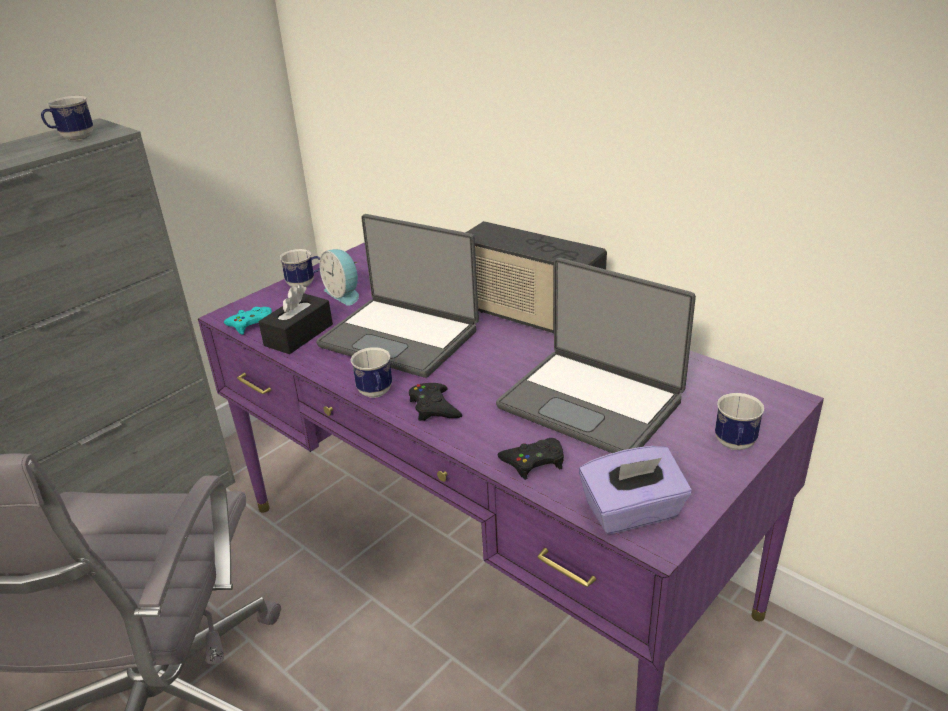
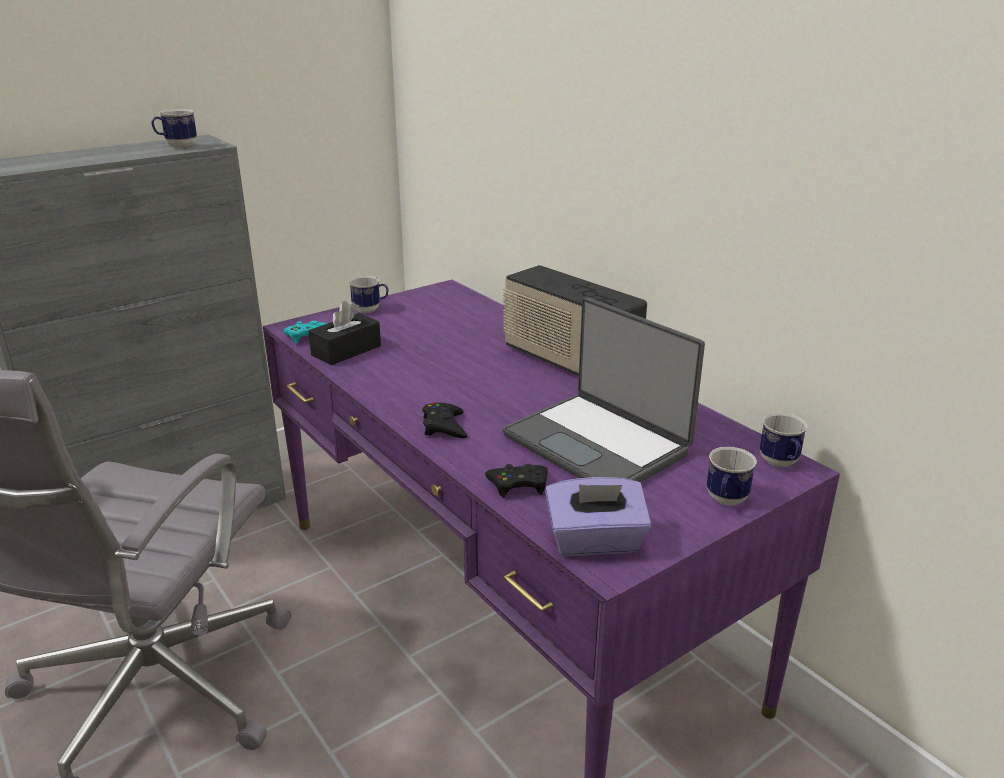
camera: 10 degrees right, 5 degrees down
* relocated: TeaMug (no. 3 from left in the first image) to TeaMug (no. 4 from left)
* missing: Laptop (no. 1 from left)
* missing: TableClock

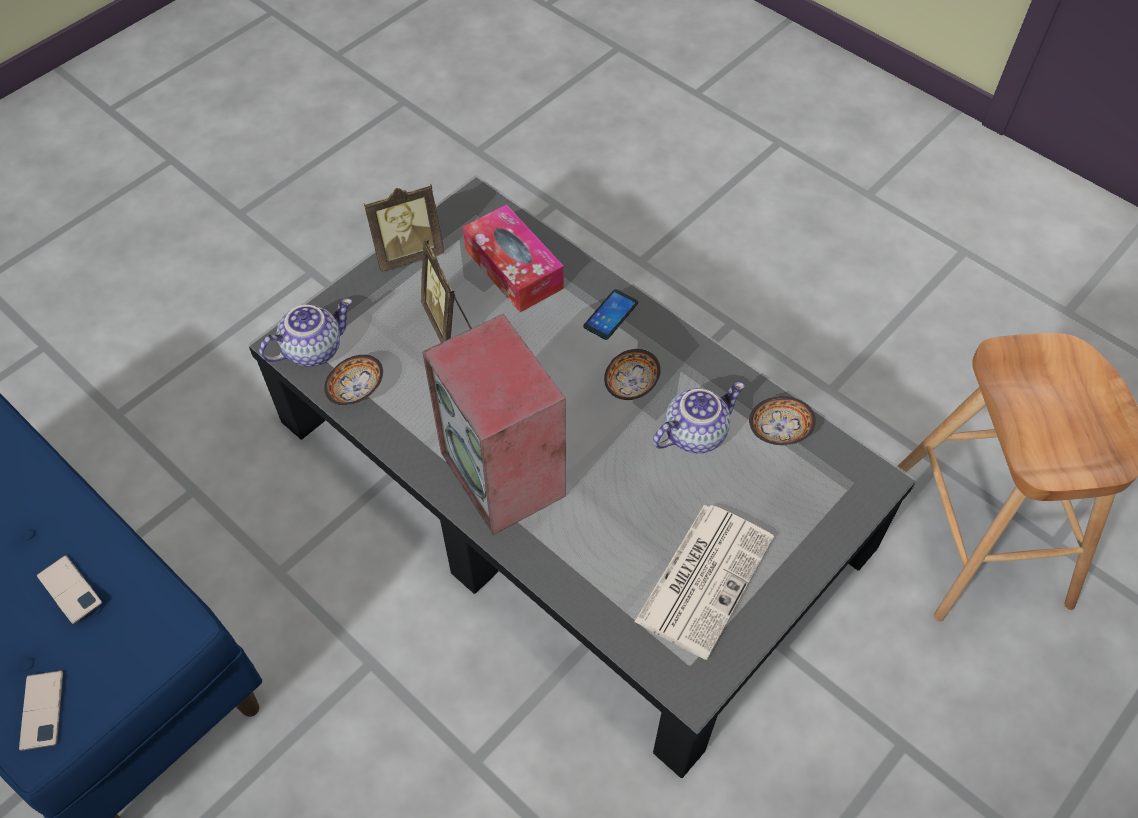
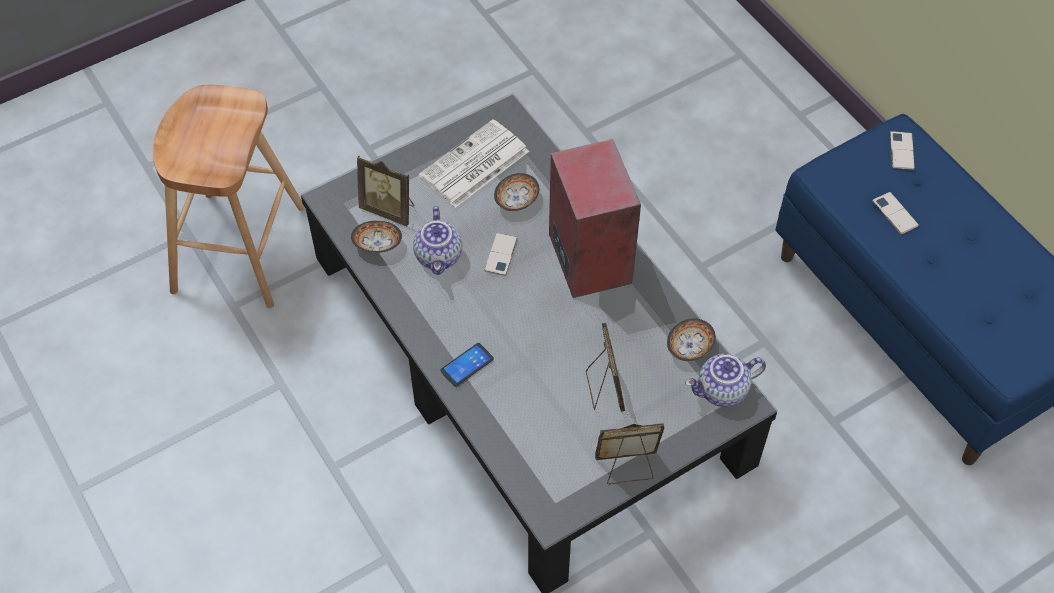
camera: 165 degrees left, 0 degrees up
* appeared: StandingFrame (no. 1 from left)
* spun: PotForTea (no. 2 from left in the first image) 75 degrees counterclockwise
* appeared: Phone (no. 2 from left)
* relocated: DeepDish (no. 2 from left)
* missing: TissueHolder

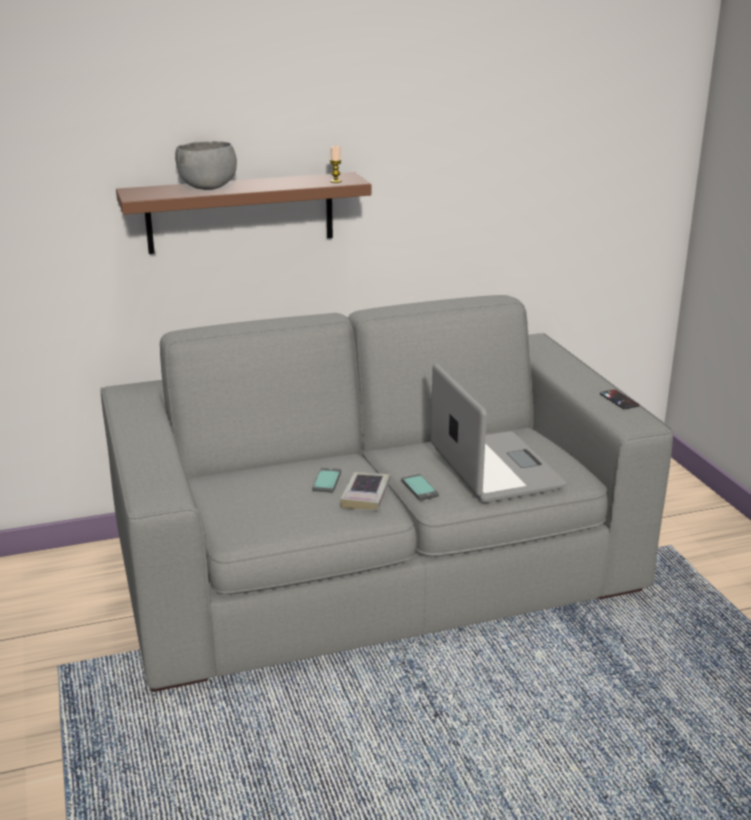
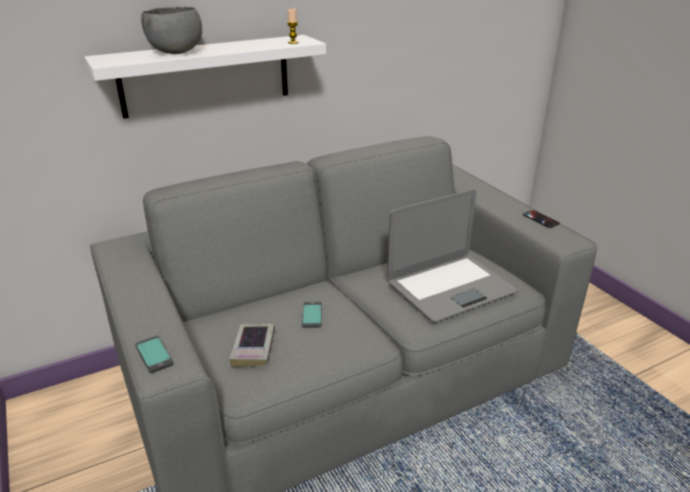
camera: 10 degrees left, 5 degrees up
* colour: BrownBracketShelf to WhiteColouredBracketShelf
* relocated: Phone (no. 2 from left in the first image) to Phone (no. 1 from left)
* relocated: BoundBook
* spun: Laptop 90 degrees clockwise

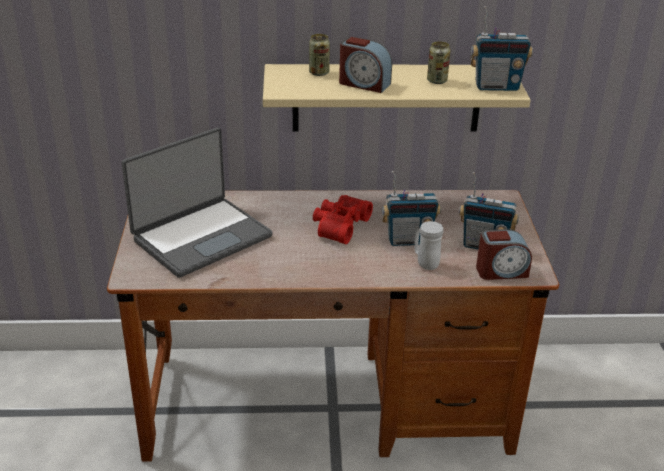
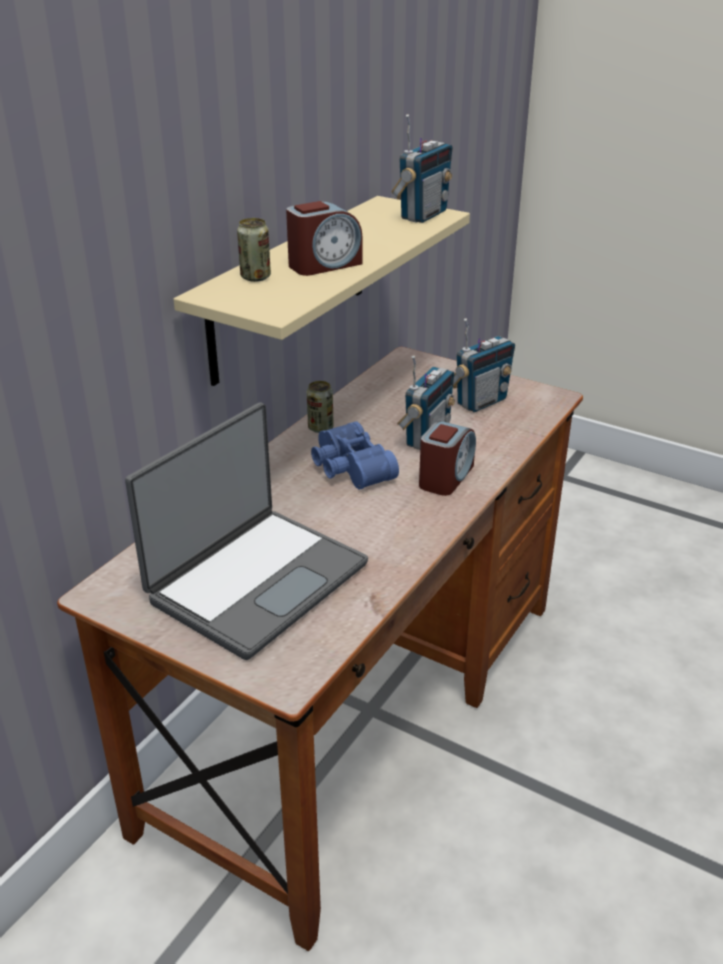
camera: 55 degrees left, 0 degrees up
* spun: Laptop 45 degrees clockwise
* relocated: SealedCan (no. 2 from left)
* colour: RedBinoculars to BlueBinoculars
* relocated: TableClock (no. 2 from left)
* missing: WhiteColouredTeaMug

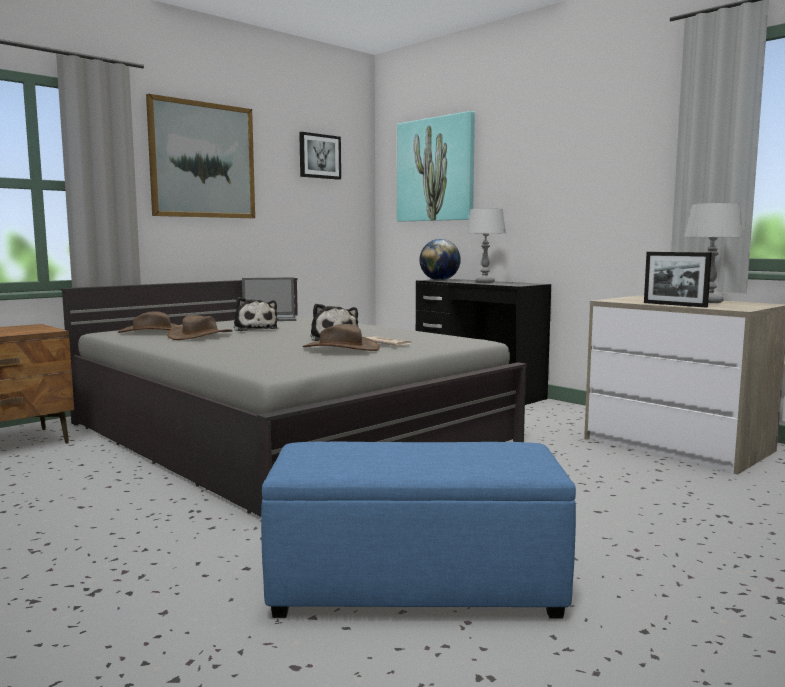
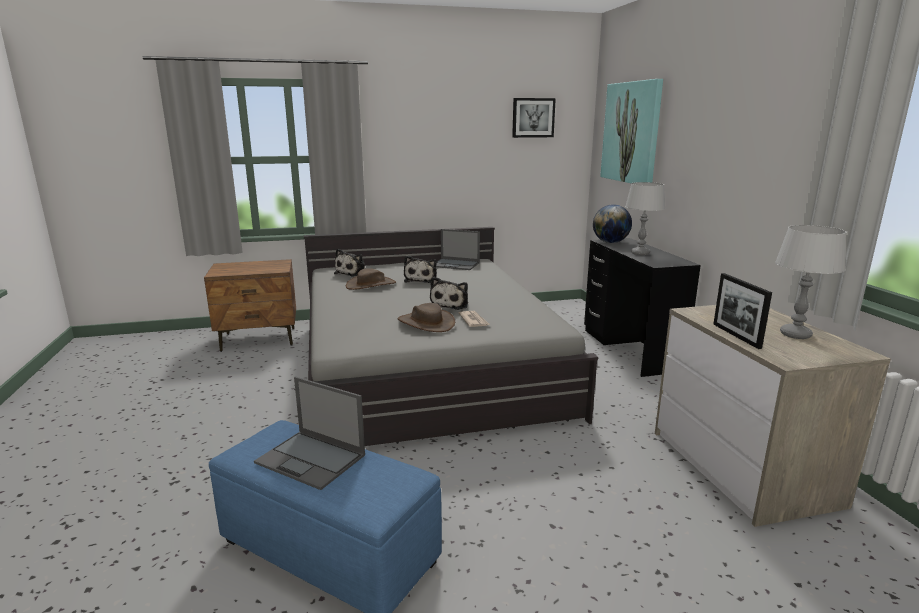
camera: 30 degrees right, 10 degrees up
* appeared: Laptop (no. 1 from left)
* exchanged: BrownHat (no. 1 from left) to CuddlyToy (no. 1 from left)
* missing: WallArt (no. 1 from left)

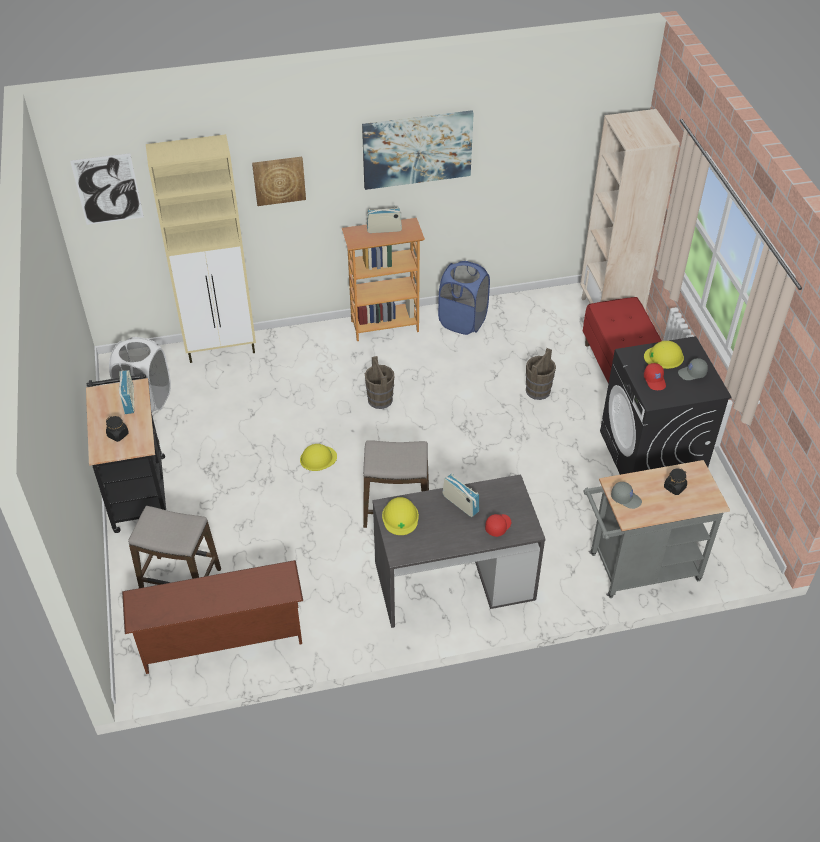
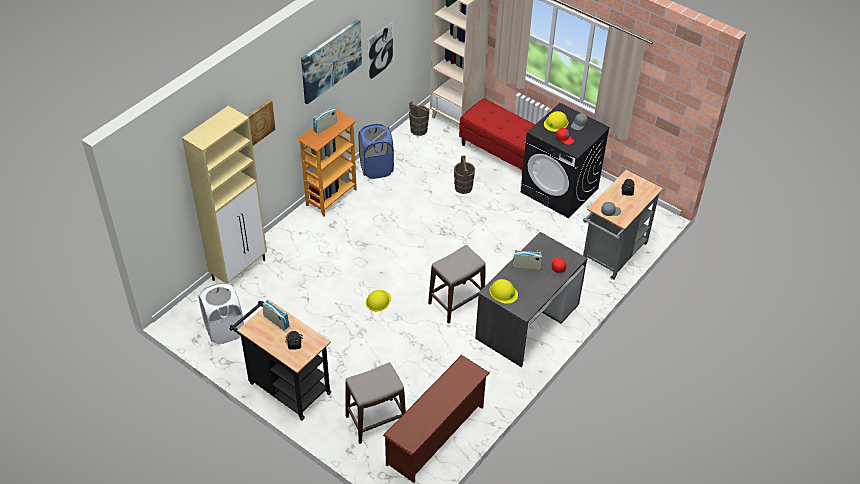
camera: 40 degrees left, 0 degrees up
* relocated: WallArt (no. 1 from left in the first image) to WallArt (no. 3 from left)
* relocated: BrownPail (no. 1 from left)

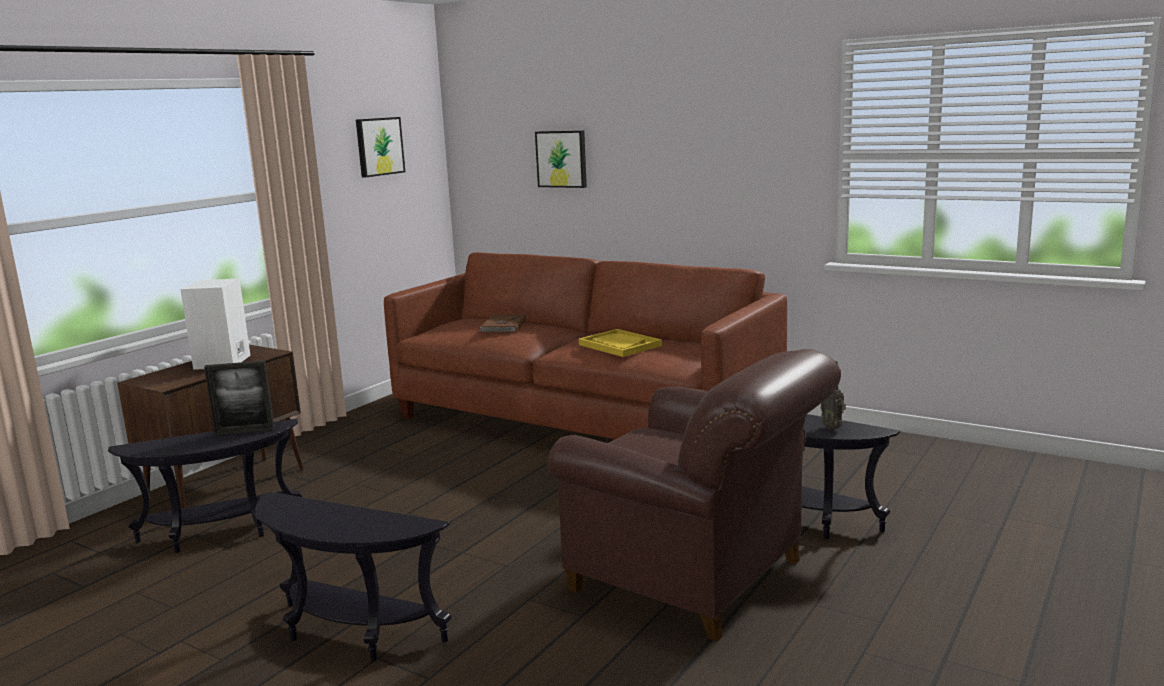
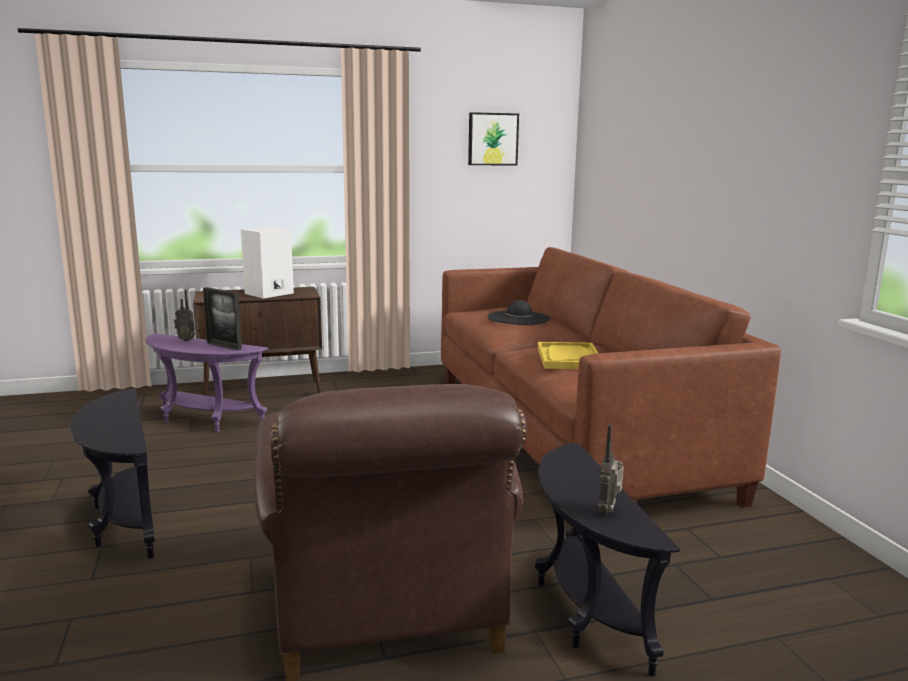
camera: 40 degrees right, 0 degrees up
* colour: BlackColouredAccentTable (no. 1 from left) to PurplishAccentTable
* appeared: RadioSet (no. 1 from left)
* exchanged: BrownBoundBook to BlackColouredHat
* missing: WallArt (no. 2 from left)

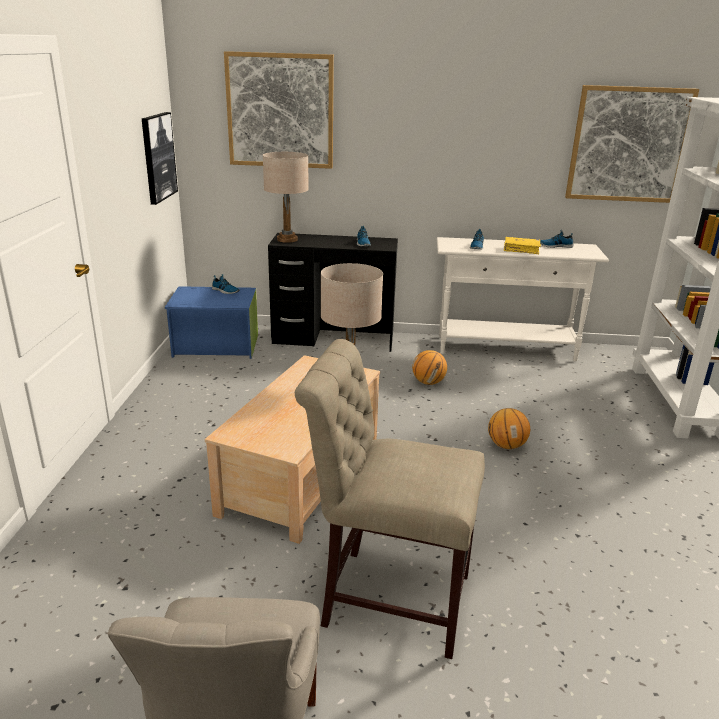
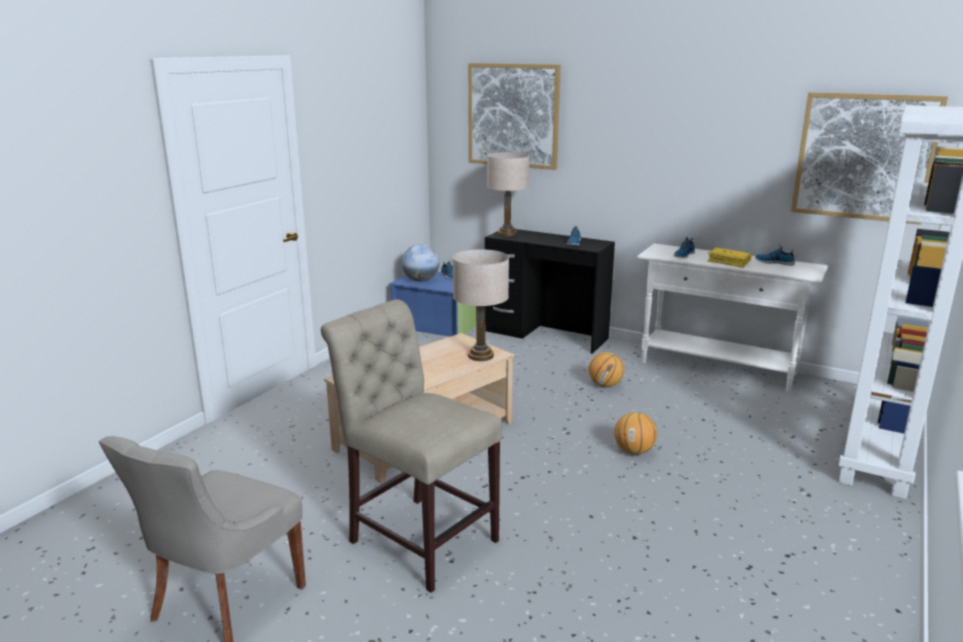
camera: 25 degrees right, 5 degrees down
* appeared: DeskGlobe
* missing: WallArt (no. 1 from left)

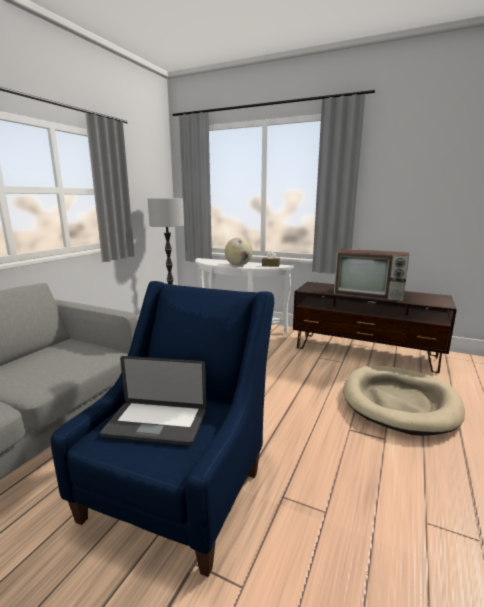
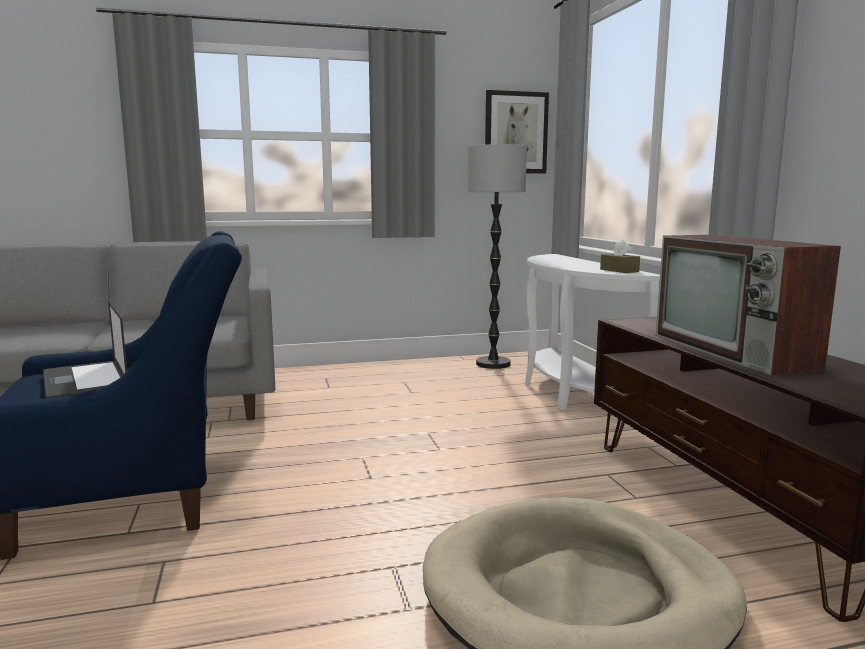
camera: 50 degrees right, 5 degrees down
* appeared: WallArt
* missing: DeskGlobe

